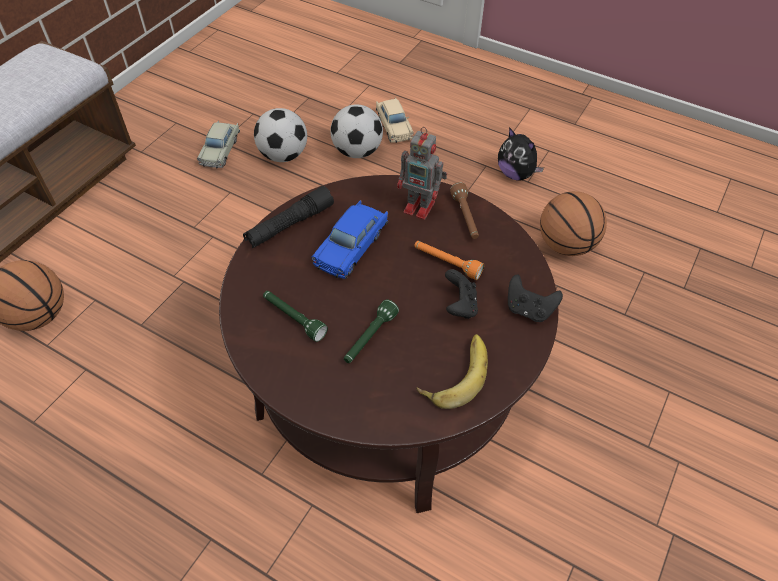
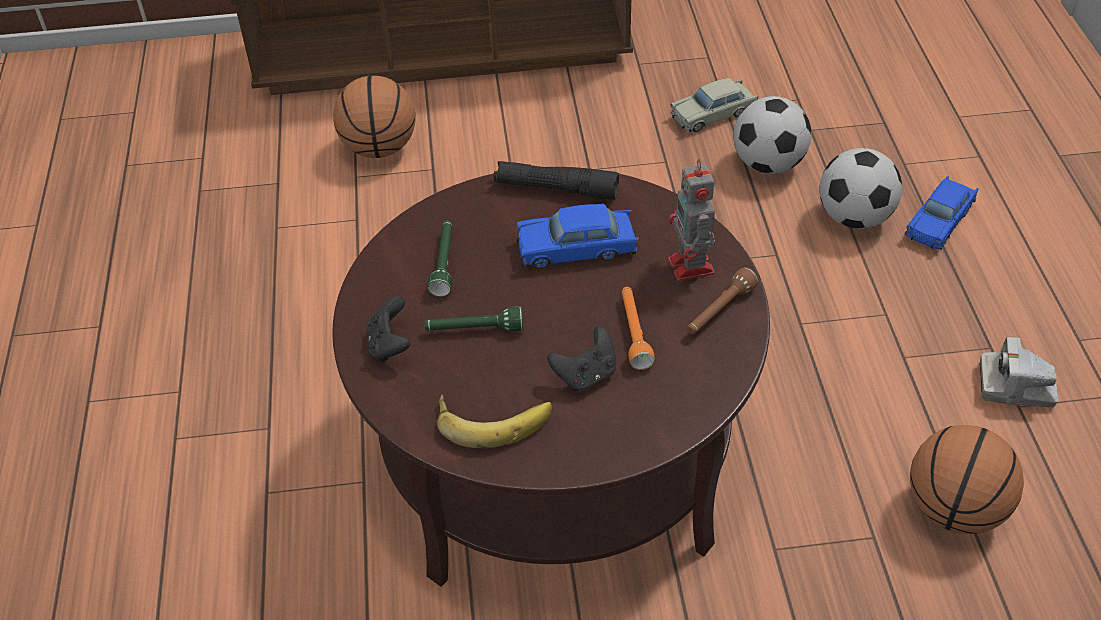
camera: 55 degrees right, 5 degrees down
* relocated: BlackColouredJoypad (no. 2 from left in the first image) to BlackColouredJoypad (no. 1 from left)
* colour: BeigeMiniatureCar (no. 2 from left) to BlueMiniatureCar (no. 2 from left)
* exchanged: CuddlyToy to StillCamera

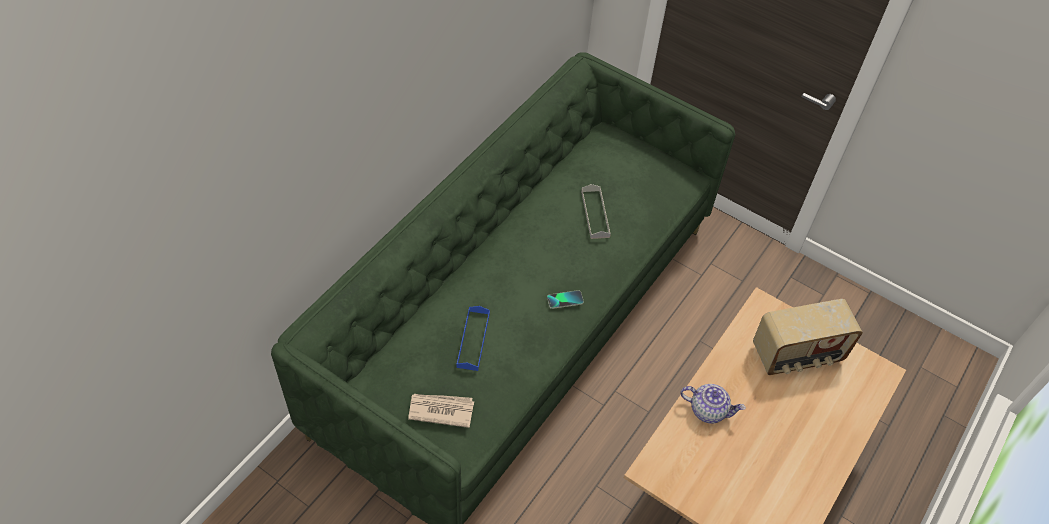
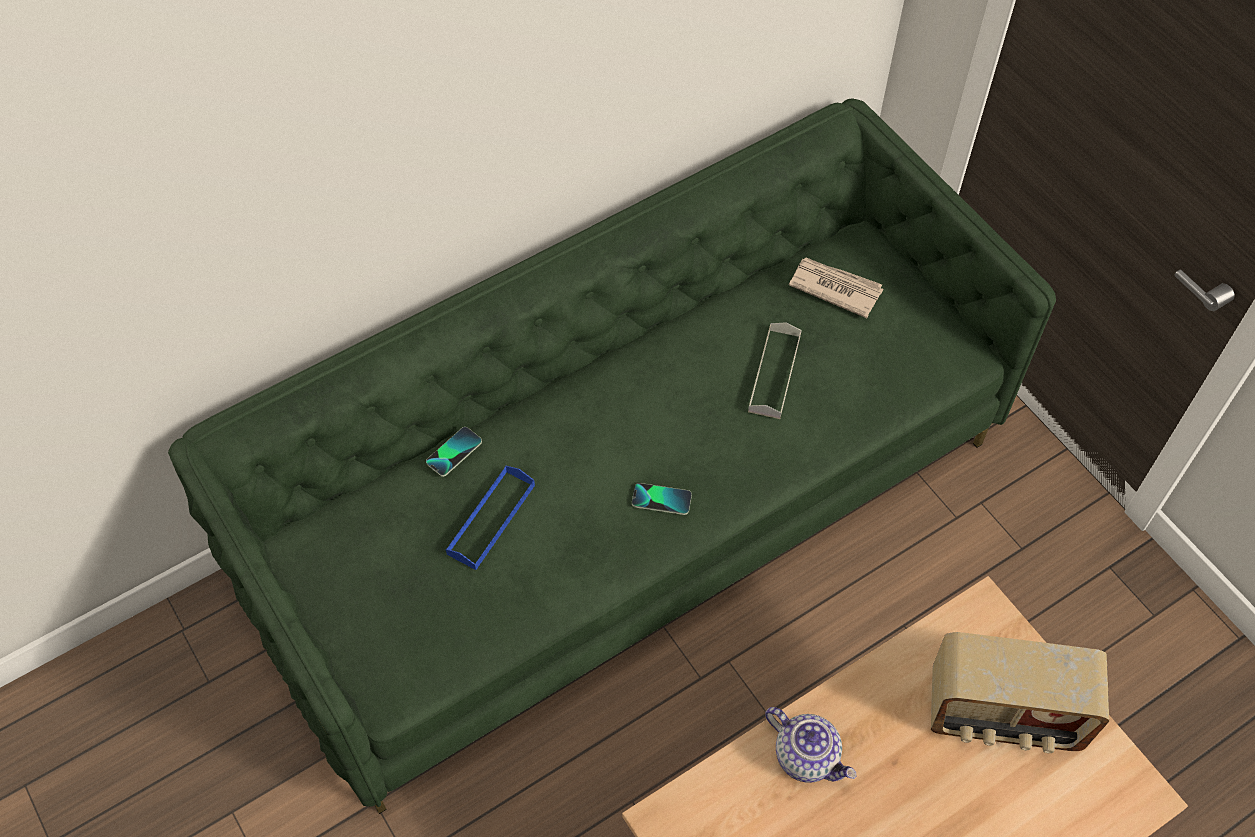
camera: 25 degrees right, 5 degrees up
* appeared: Phone (no. 1 from left)
* relocated: PrintedPaper

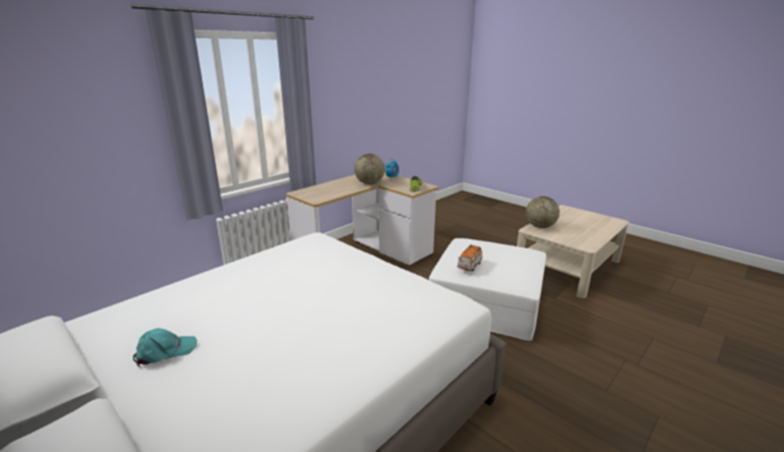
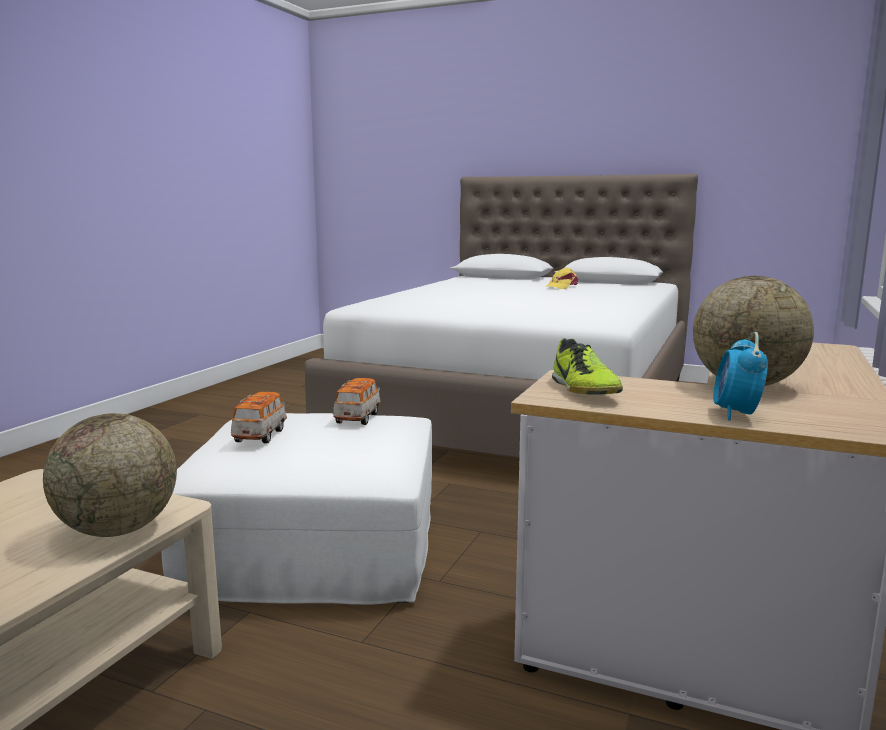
camera: 160 degrees right, 10 degrees down
* appeared: MiniatureCar (no. 1 from left)
* colour: TurquoiseColouredPeakedCap to YellowColouredPeakedCap

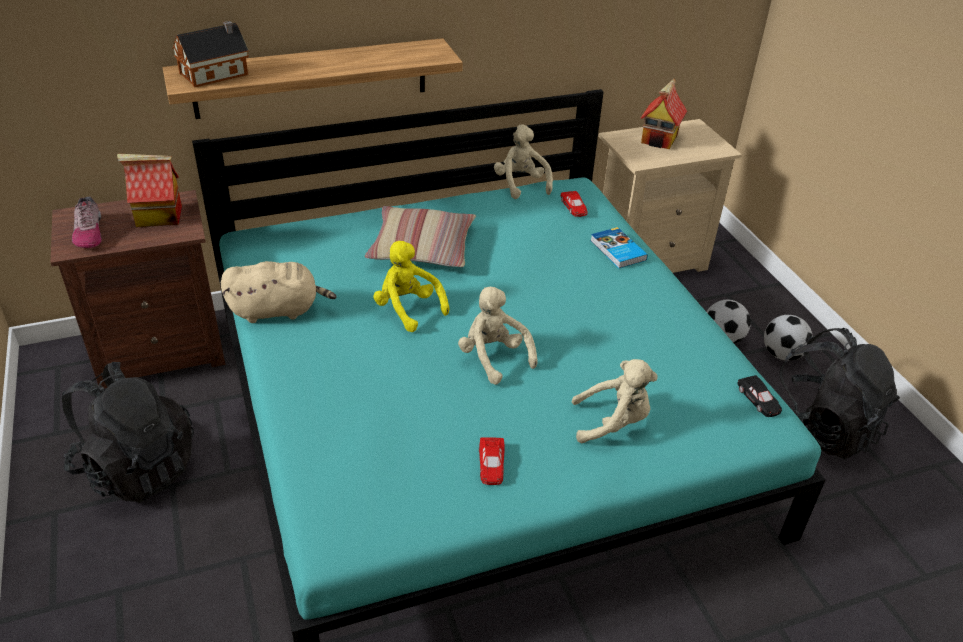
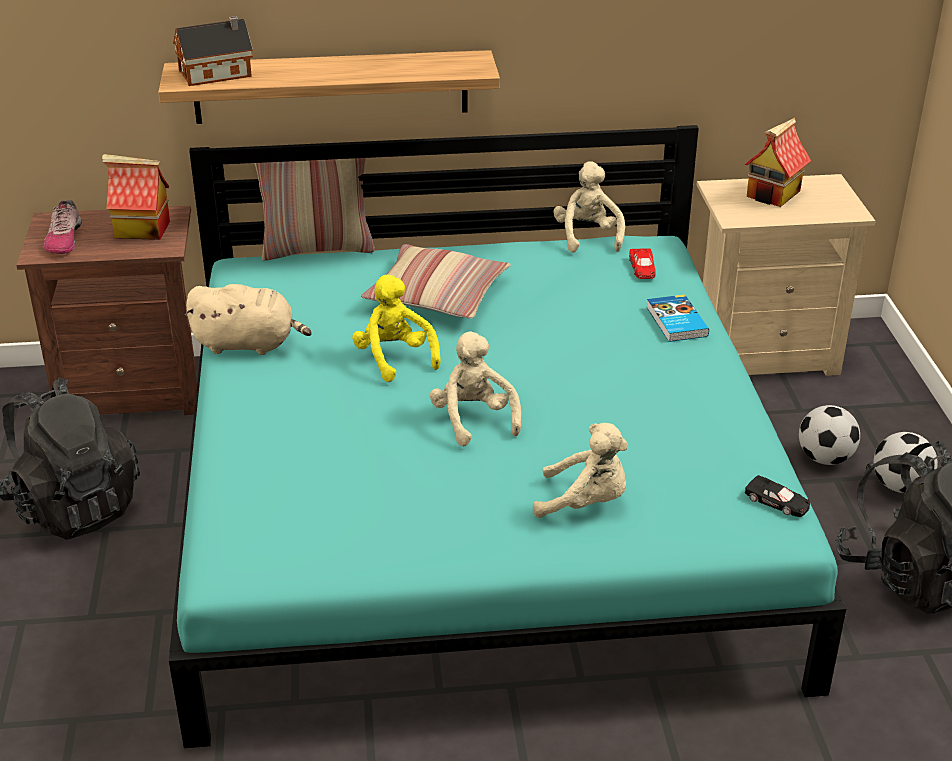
camera: 15 degrees right, 5 degrees down
* appeared: ThrowPillow (no. 1 from left)
* spun: BlackColouredMiniatureCar 45 degrees counterclockwise
* missing: RedMiniatureCar (no. 1 from left)

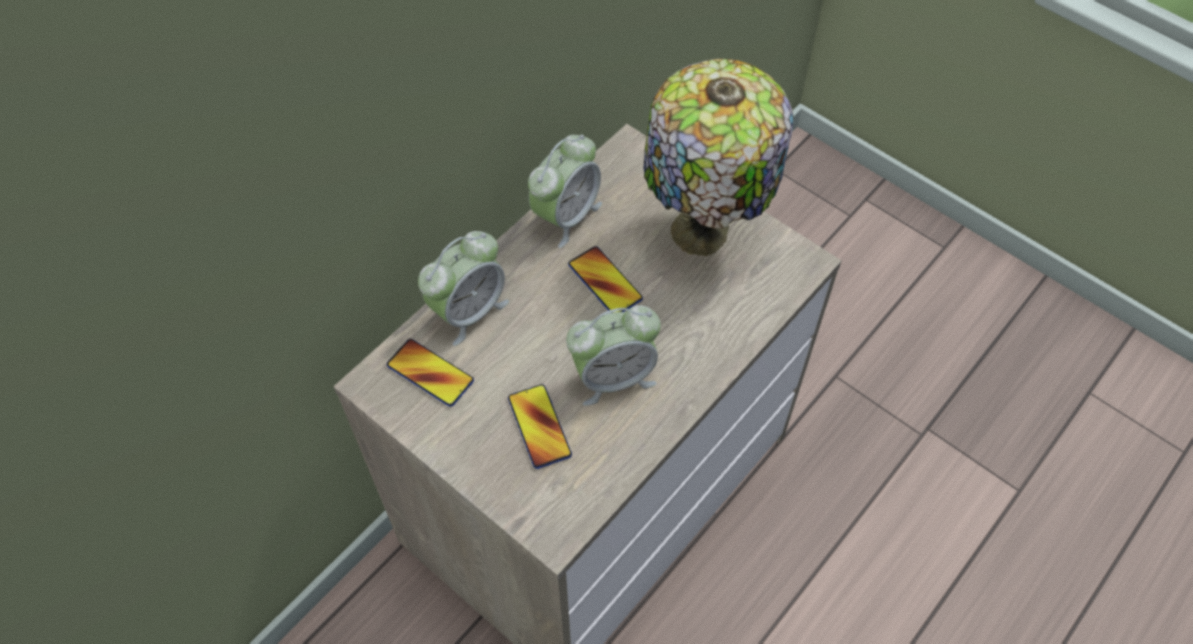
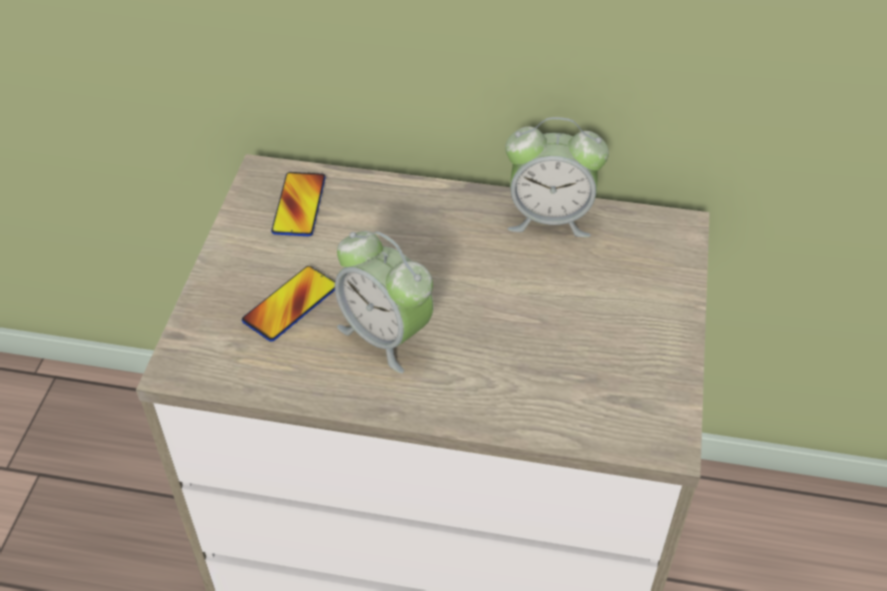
camera: 60 degrees right, 10 degrees down
* missing: TableClock (no. 1 from left)
* missing: Phone (no. 3 from left)
* missing: LampForATable

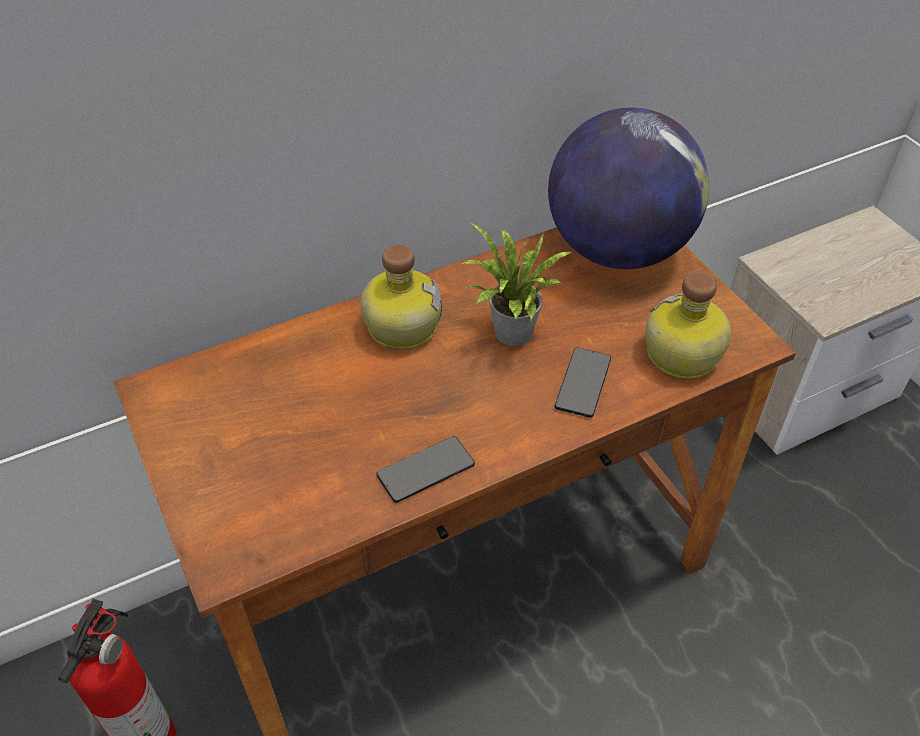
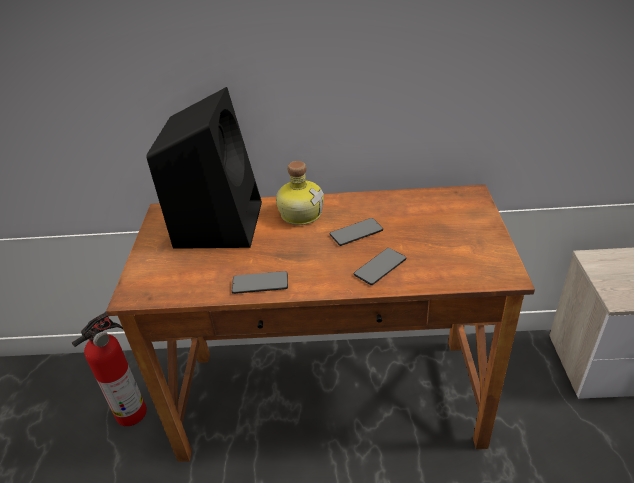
camera: 30 degrees right, 10 degrees down
* appeared: BlackColouredLoudspeaker
* exchanged: Houseplant to Phone (no. 2 from left)
* missing: DeskGlobe
* missing: DrinkBottle (no. 2 from left)

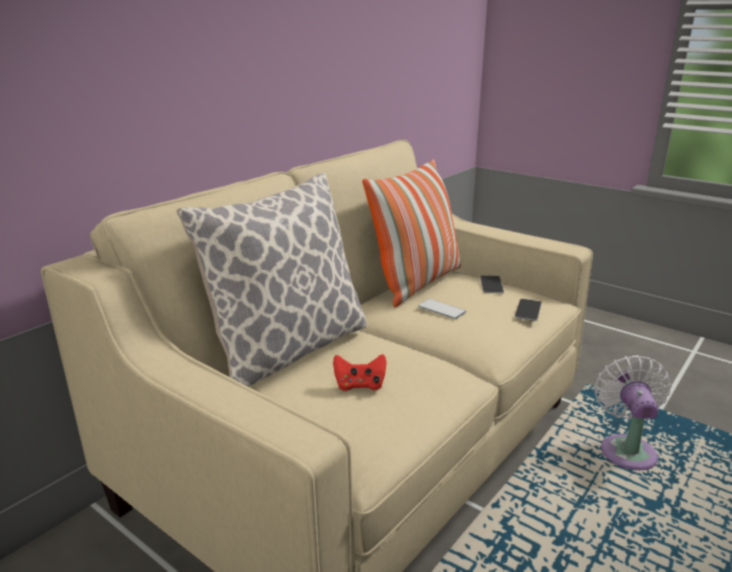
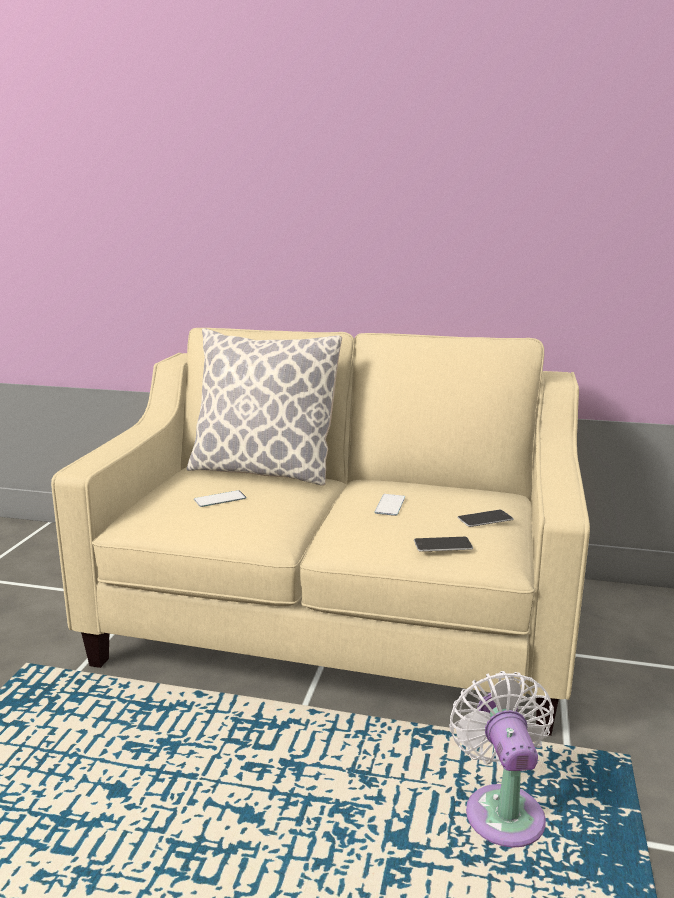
camera: 65 degrees right, 5 degrees down
* exchanged: RedJoypad to Phone (no. 1 from left)
* spun: WhiteColouredFan 75 degrees counterclockwise
* missing: ThrowPillow (no. 2 from left)

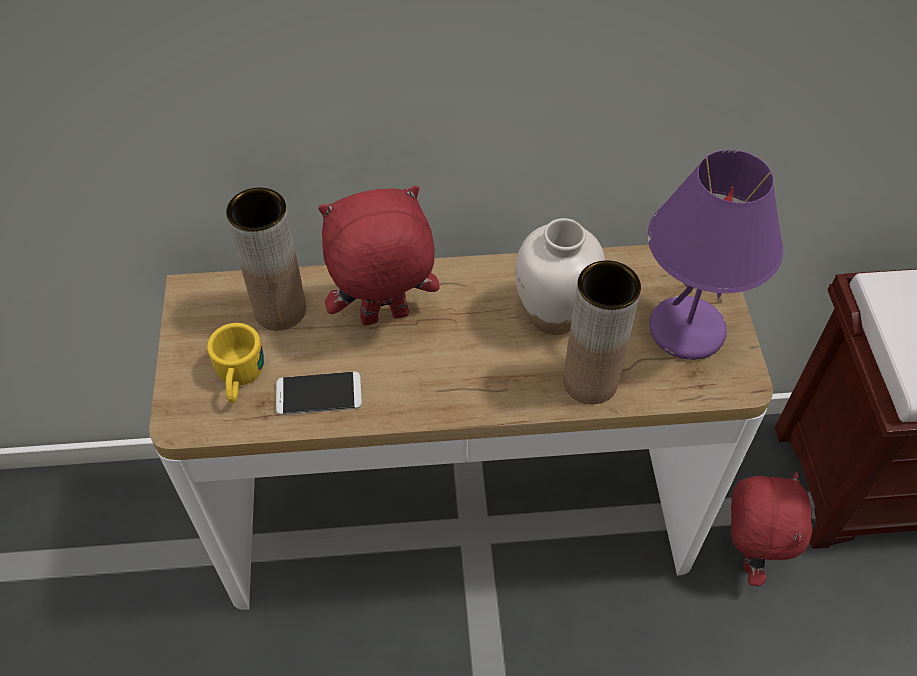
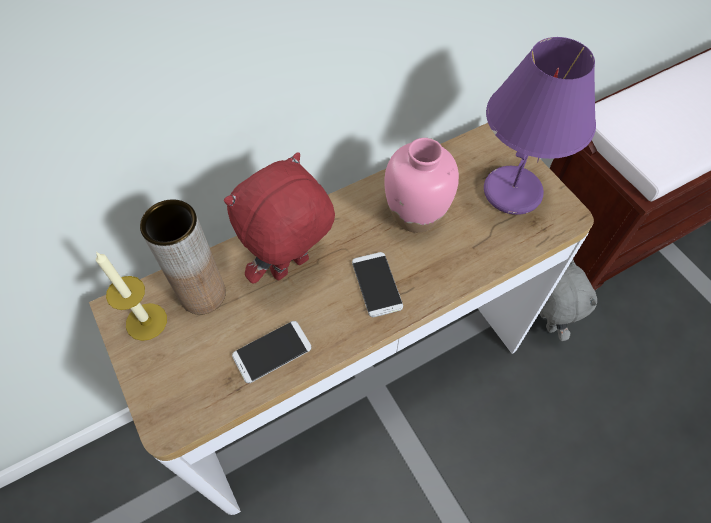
camera: 25 degrees left, 5 degrees up
* appeared: WaxLight
* appeared: Phone (no. 2 from left)
* colour: WhiteColouredVase to PinkVase
* colour: RedCuddlyToy (no. 2 from left) to GreyCuddlyToy
* missing: YellowColouredTeaMug
* missing: BrownVase (no. 2 from left)

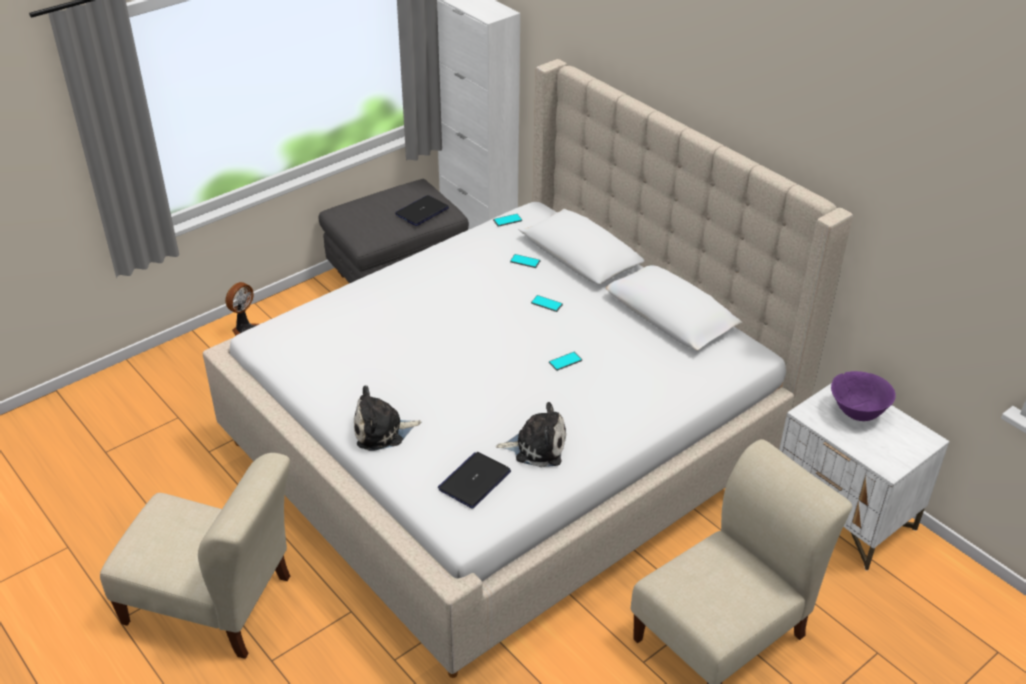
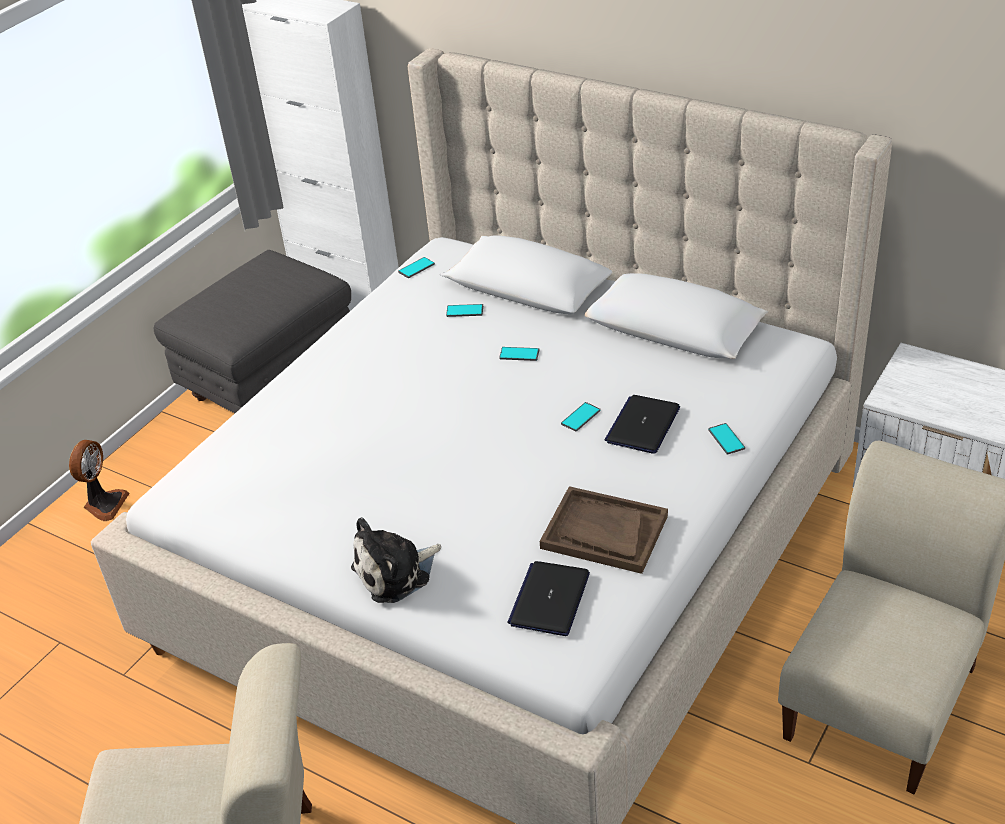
camera: 15 degrees left, 0 degrees up
* exchanged: CuddlyToy (no. 2 from left) to BrownServingTray
* relocated: Laptop (no. 1 from left in the first image) to Laptop (no. 2 from left)
* appeared: Phone (no. 5 from left)
* missing: PurplishDeepDish

